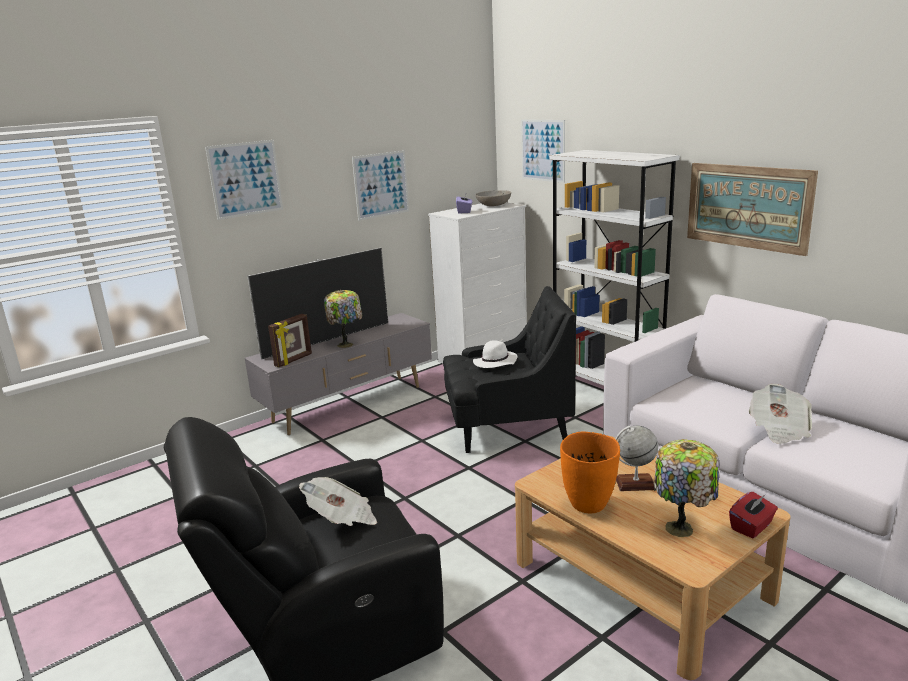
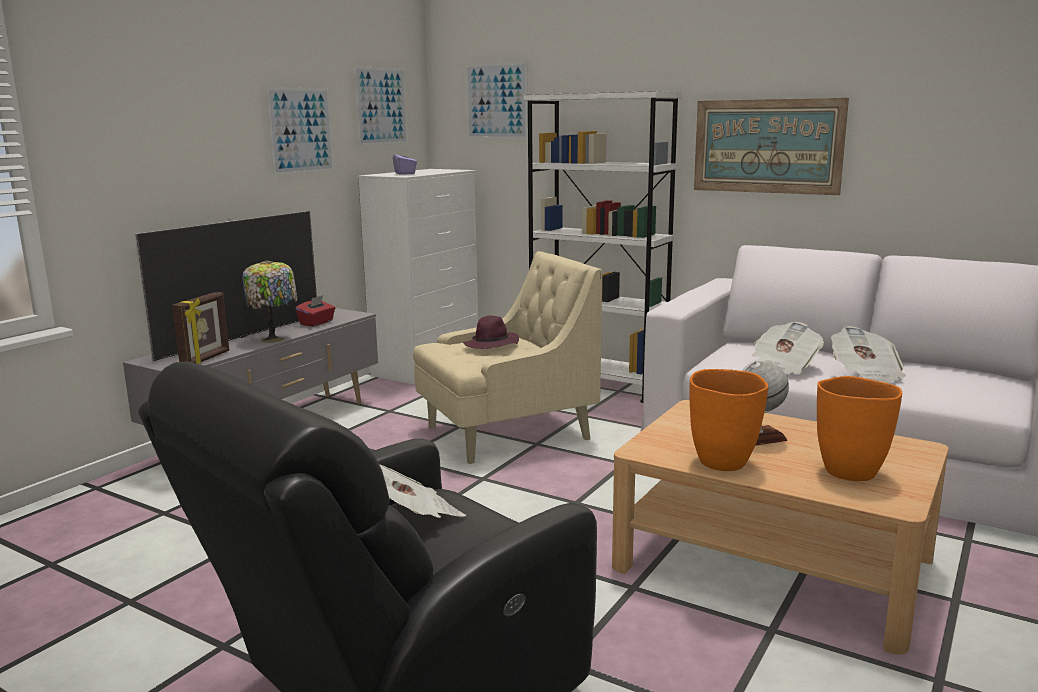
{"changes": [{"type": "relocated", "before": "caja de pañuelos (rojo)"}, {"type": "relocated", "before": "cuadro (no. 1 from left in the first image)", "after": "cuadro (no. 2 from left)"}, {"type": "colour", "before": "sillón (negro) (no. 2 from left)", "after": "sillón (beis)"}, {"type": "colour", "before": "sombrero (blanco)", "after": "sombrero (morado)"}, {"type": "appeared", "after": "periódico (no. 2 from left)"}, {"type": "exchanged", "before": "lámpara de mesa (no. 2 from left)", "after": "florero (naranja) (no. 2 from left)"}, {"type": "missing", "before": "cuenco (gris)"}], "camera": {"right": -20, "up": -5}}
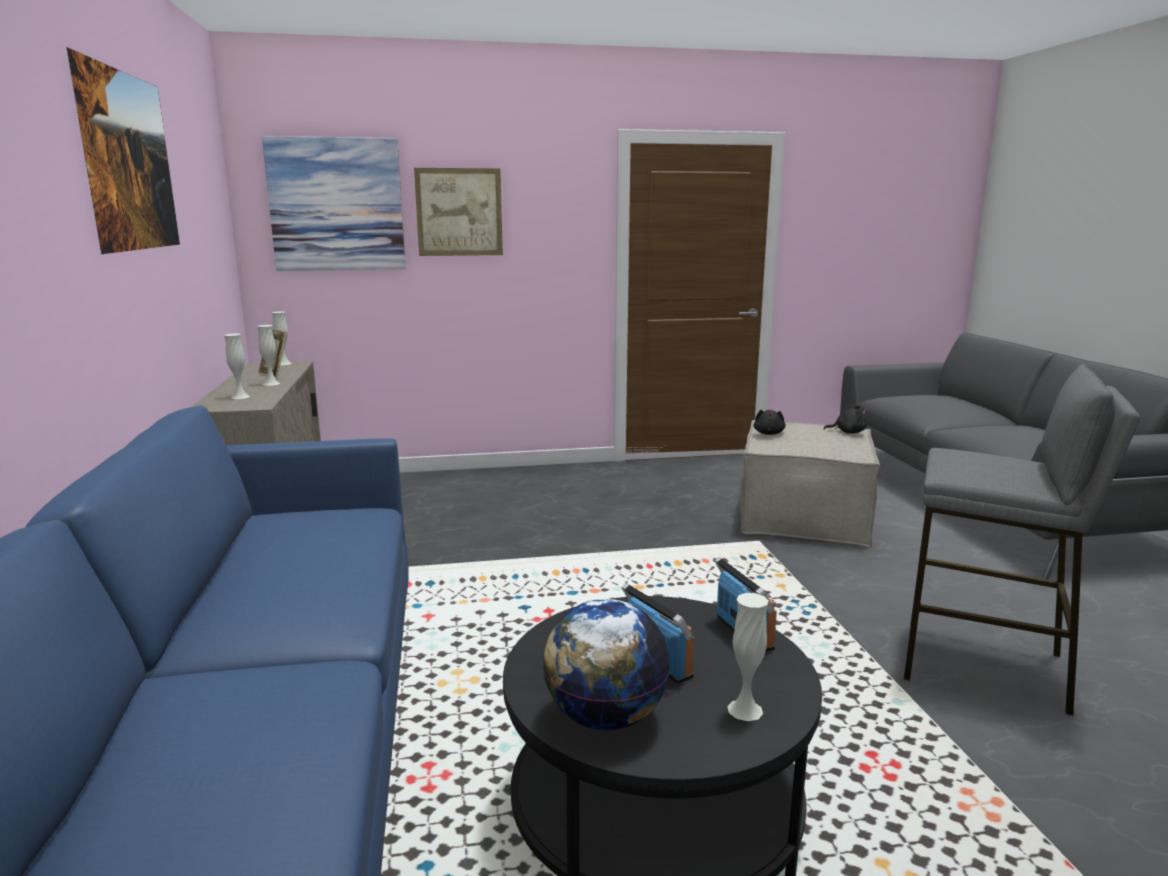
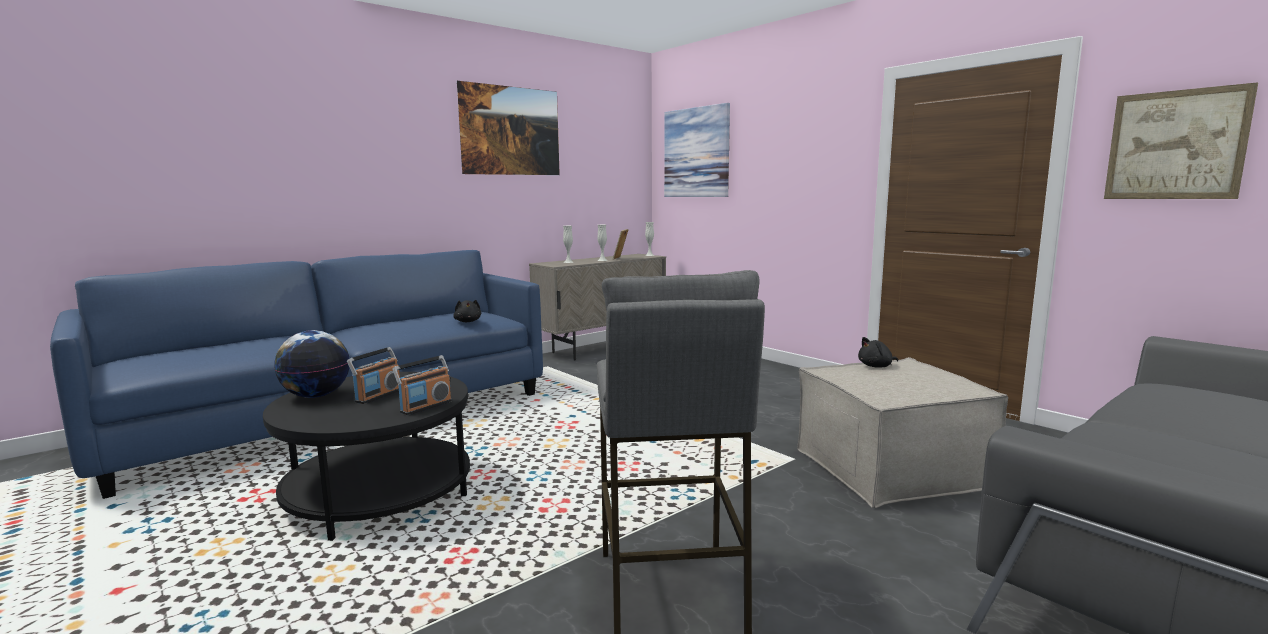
{"changes": [{"type": "relocated", "before": "peluche (negro) (no. 2 from left in the first image)", "after": "peluche (negro) (no. 1 from left)"}, {"type": "relocated", "before": "cuadro (no. 3 from left)"}, {"type": "missing", "before": "florero (blanco) (no. 4 from left)"}], "camera": {"right": 60, "up": -5}}
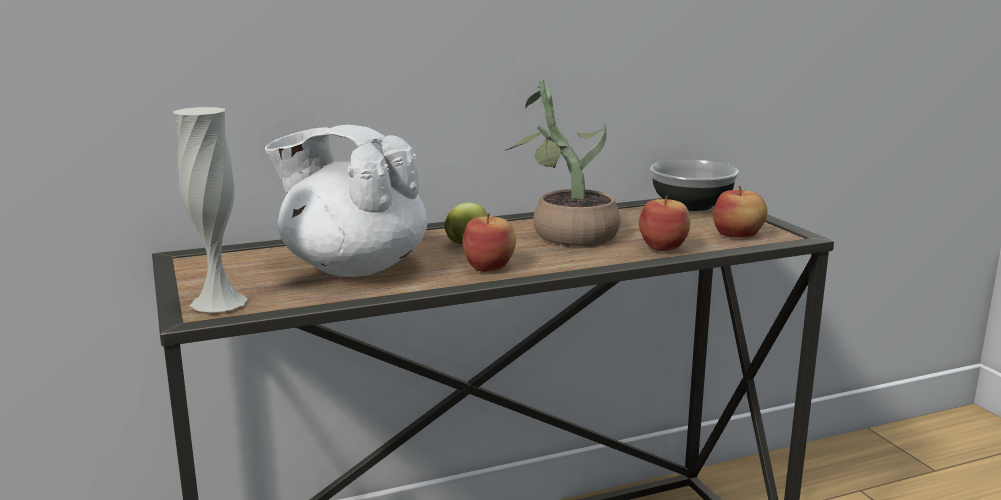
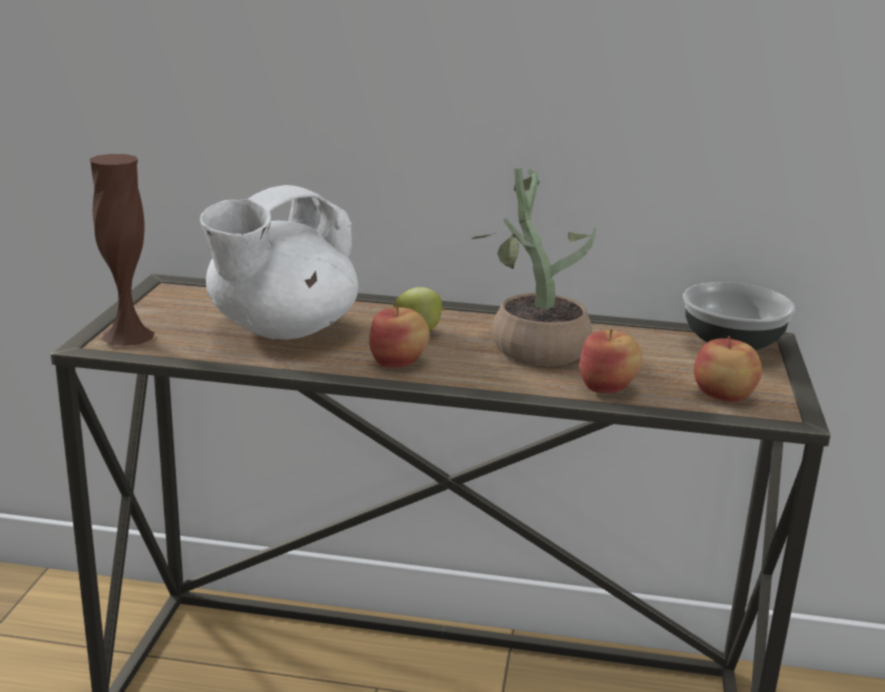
{"changes": [{"type": "colour", "before": "florero (blanco)", "after": "florero (marrón)"}, {"type": "spun", "before": "tetera (blanco)", "turn": -105}], "camera": {"right": 30, "up": 5}}
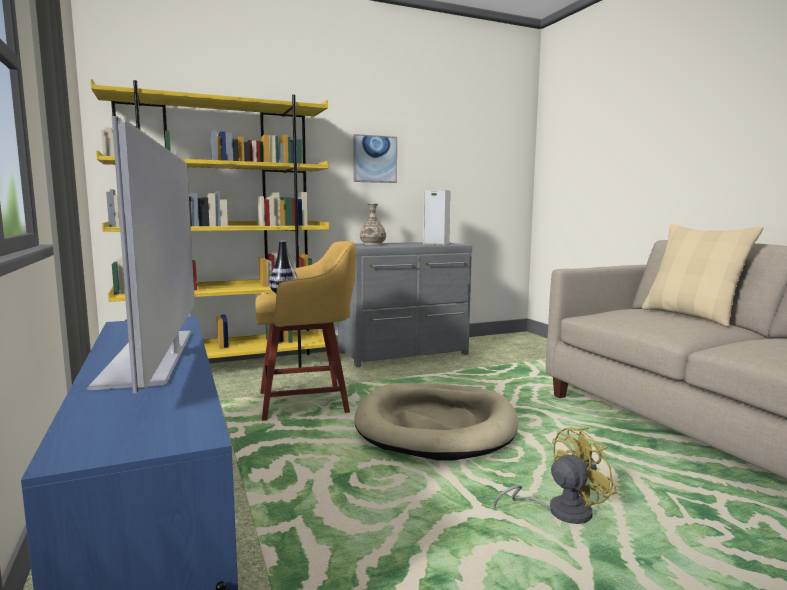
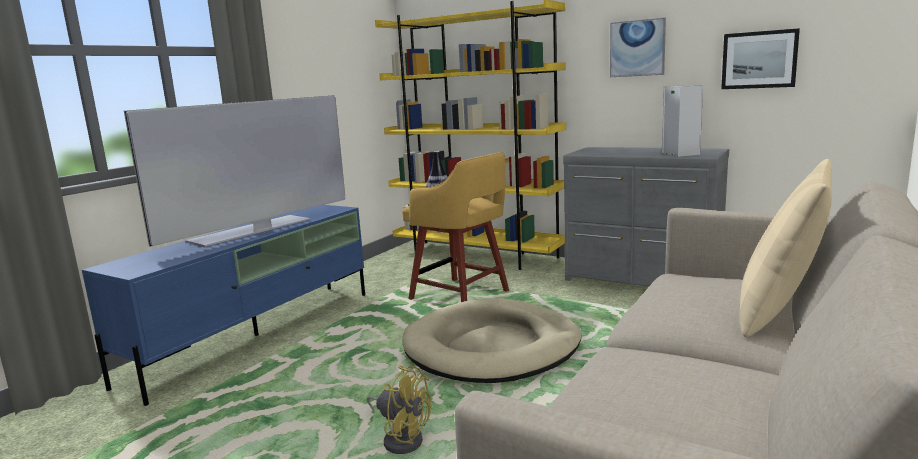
{"changes": [{"type": "appeared", "after": "cuadro (no. 2 from left)"}, {"type": "missing", "before": "florero (no. 2 from left)"}], "camera": {"right": 55, "up": 5}}
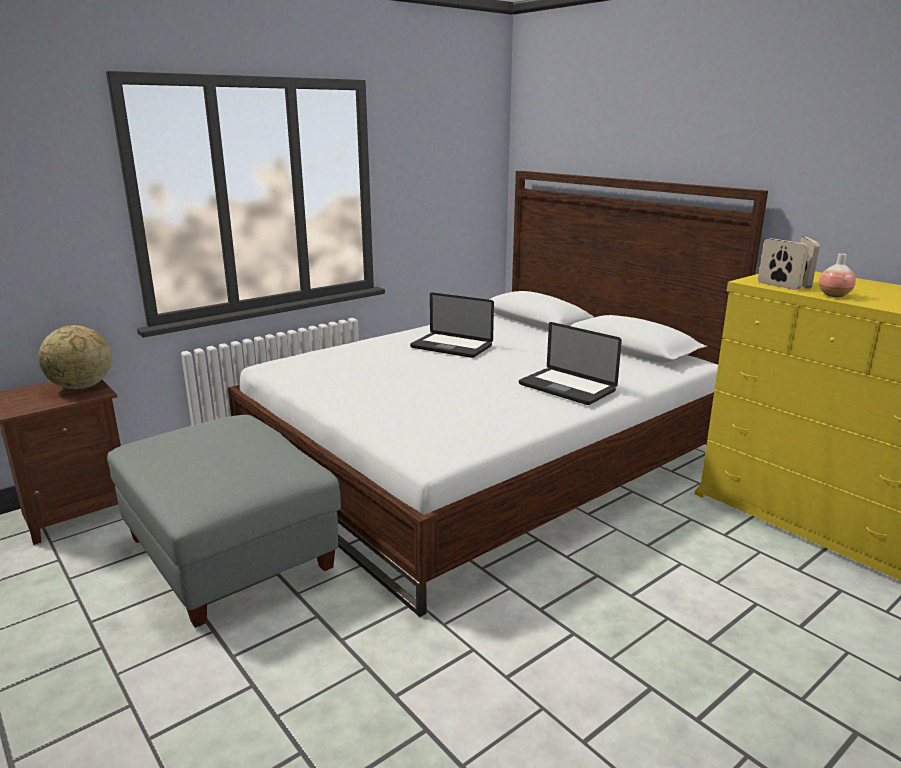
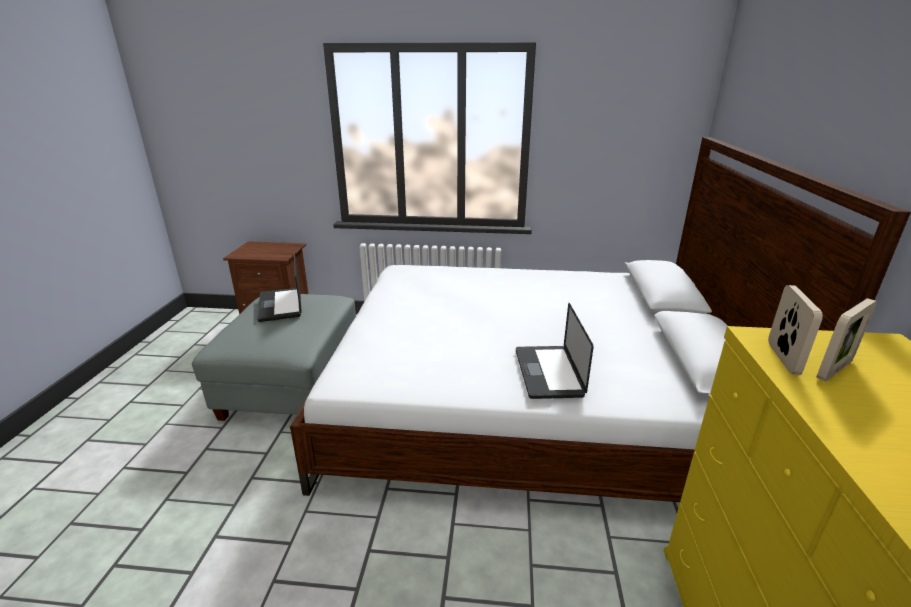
{"changes": [{"type": "relocated", "before": "portátil (no. 1 from left)"}, {"type": "missing", "before": "globo terráqueo"}, {"type": "missing", "before": "florero"}], "camera": {"right": 45, "up": 5}}
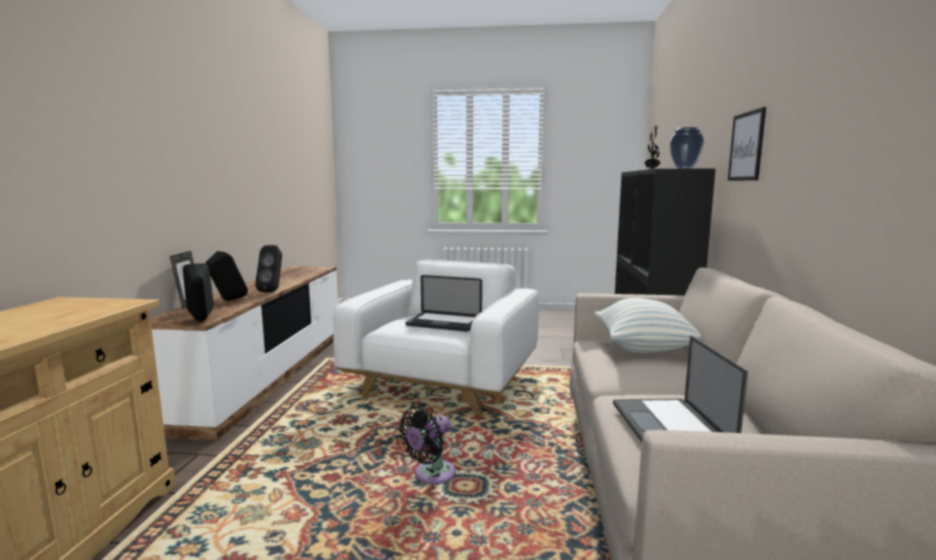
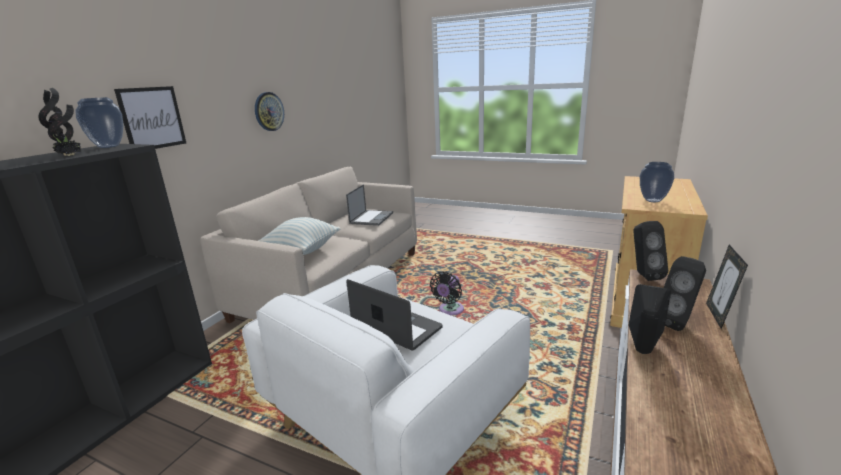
{"changes": [{"type": "appeared", "after": "reloj de pared"}, {"type": "spun", "before": "ventilador (negro)", "turn": 150}, {"type": "appeared", "after": "florero (no. 2 from left)"}], "camera": {"right": -160, "up": 10}}
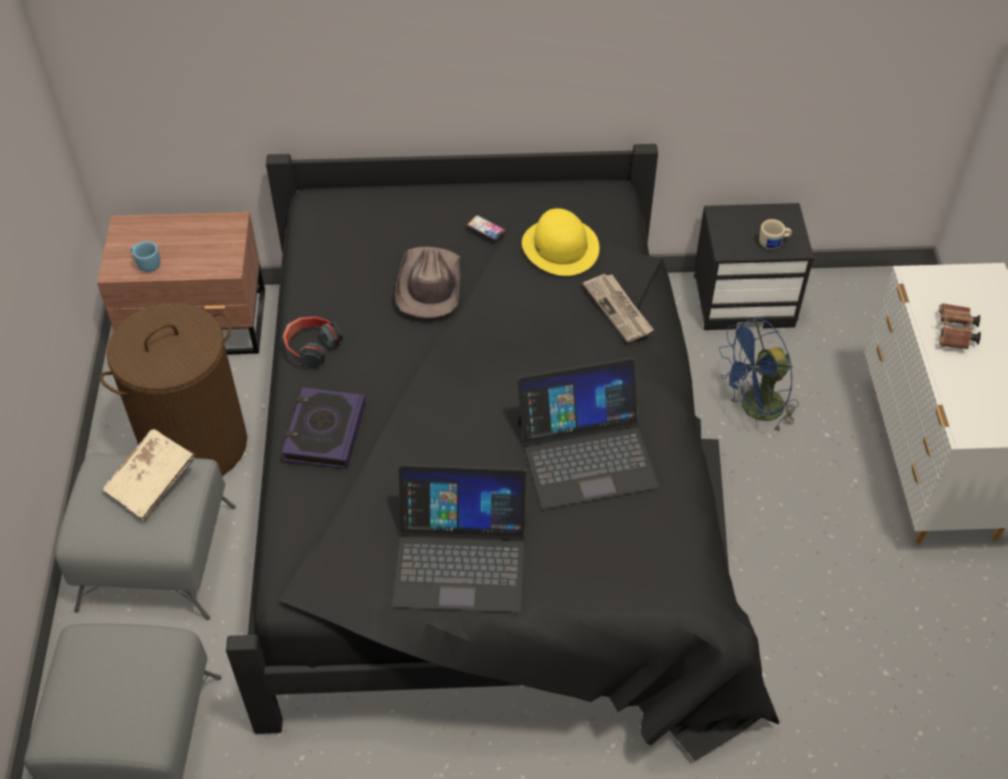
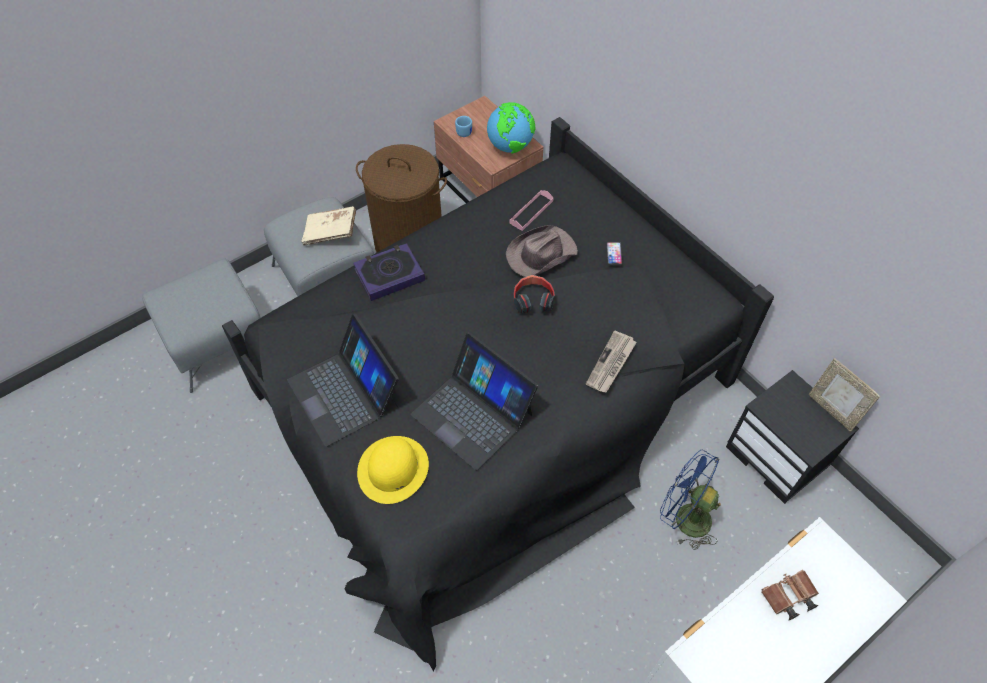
{"changes": [{"type": "relocated", "before": "sombrero (amarillo)"}, {"type": "appeared", "after": "globo terráqueo"}, {"type": "appeared", "after": "bandeja (rosa)"}, {"type": "relocated", "before": "auriculares"}, {"type": "appeared", "after": "portarretratos"}, {"type": "missing", "before": "taza grande (beis)"}], "camera": {"right": 55, "up": 5}}
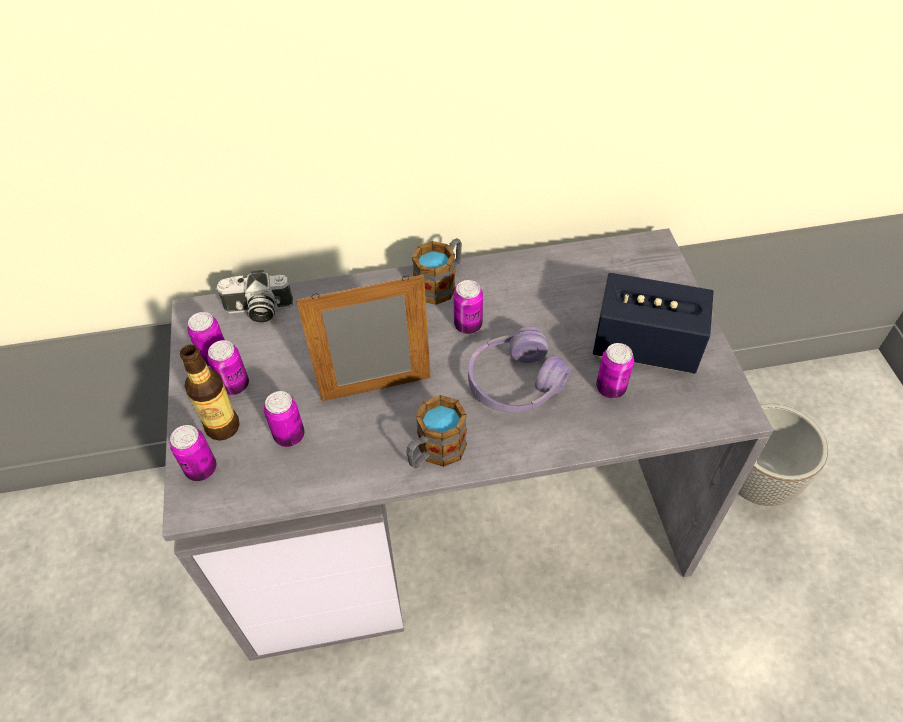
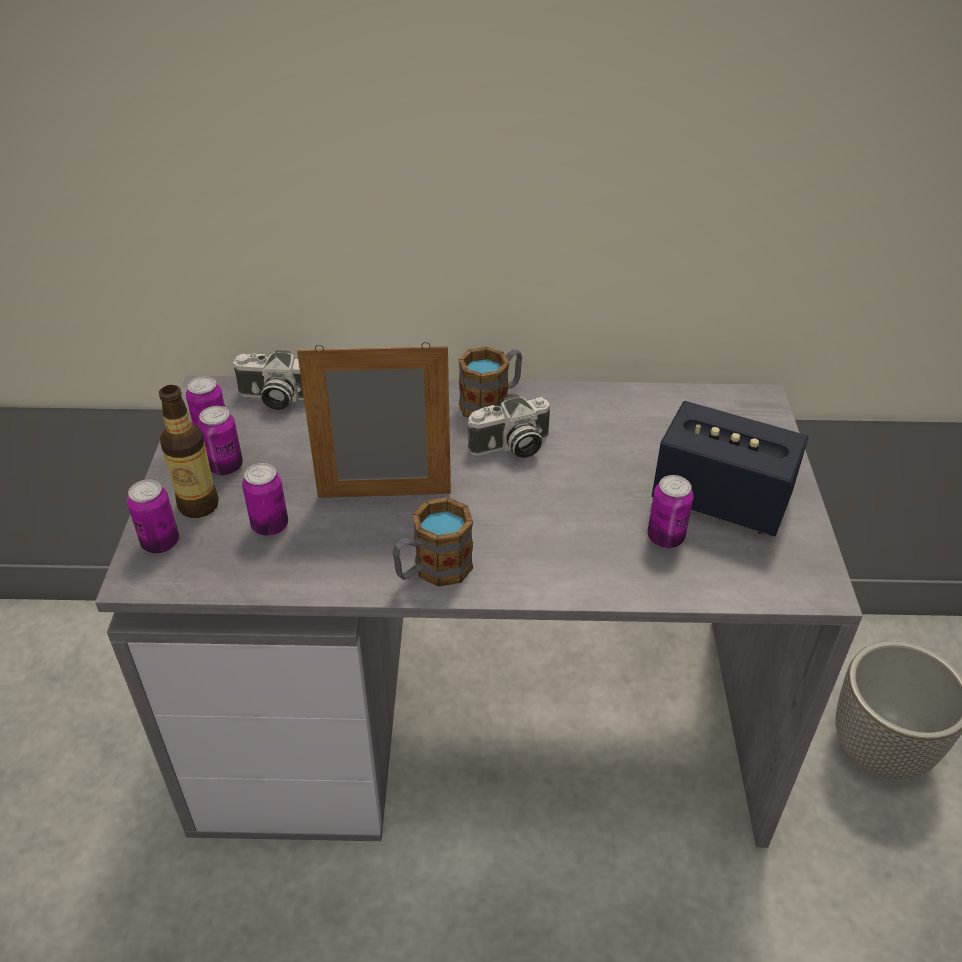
{"changes": [{"type": "exchanged", "before": "lata (no. 5 from left)", "after": "cámara (no. 2 from left)"}, {"type": "missing", "before": "auriculares (morado)"}], "camera": {"right": 10, "up": -10}}
